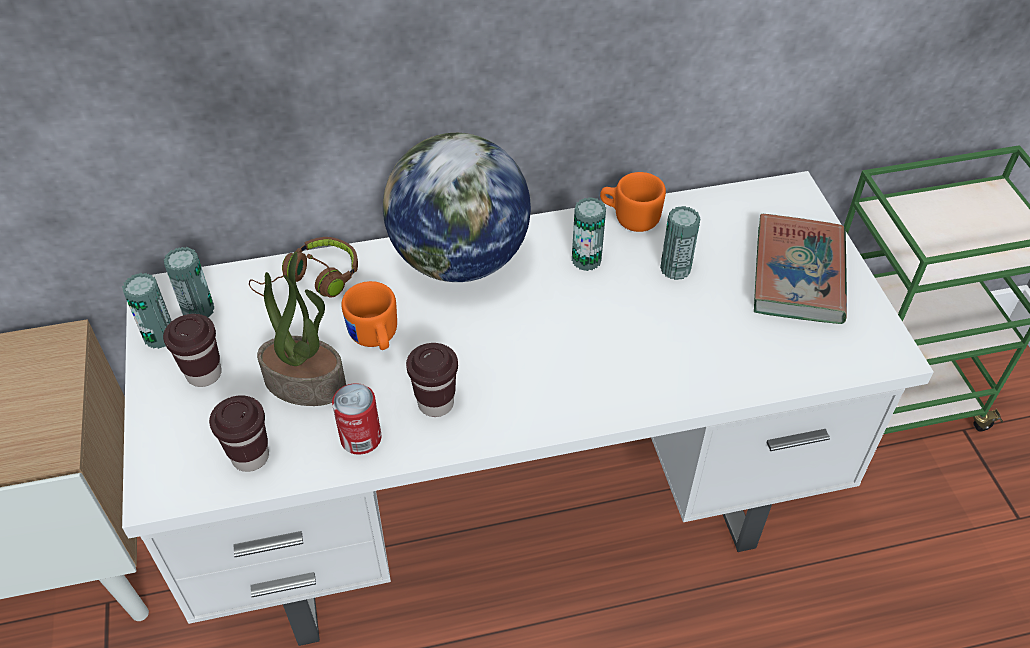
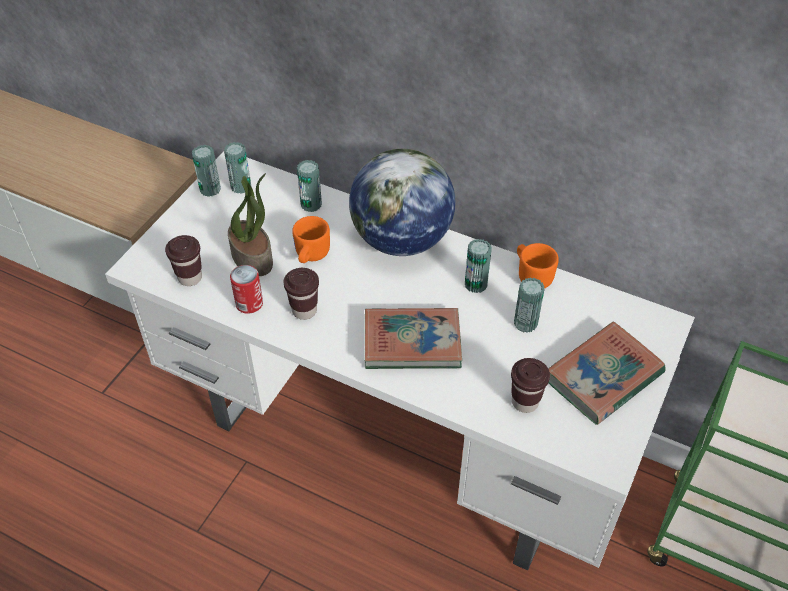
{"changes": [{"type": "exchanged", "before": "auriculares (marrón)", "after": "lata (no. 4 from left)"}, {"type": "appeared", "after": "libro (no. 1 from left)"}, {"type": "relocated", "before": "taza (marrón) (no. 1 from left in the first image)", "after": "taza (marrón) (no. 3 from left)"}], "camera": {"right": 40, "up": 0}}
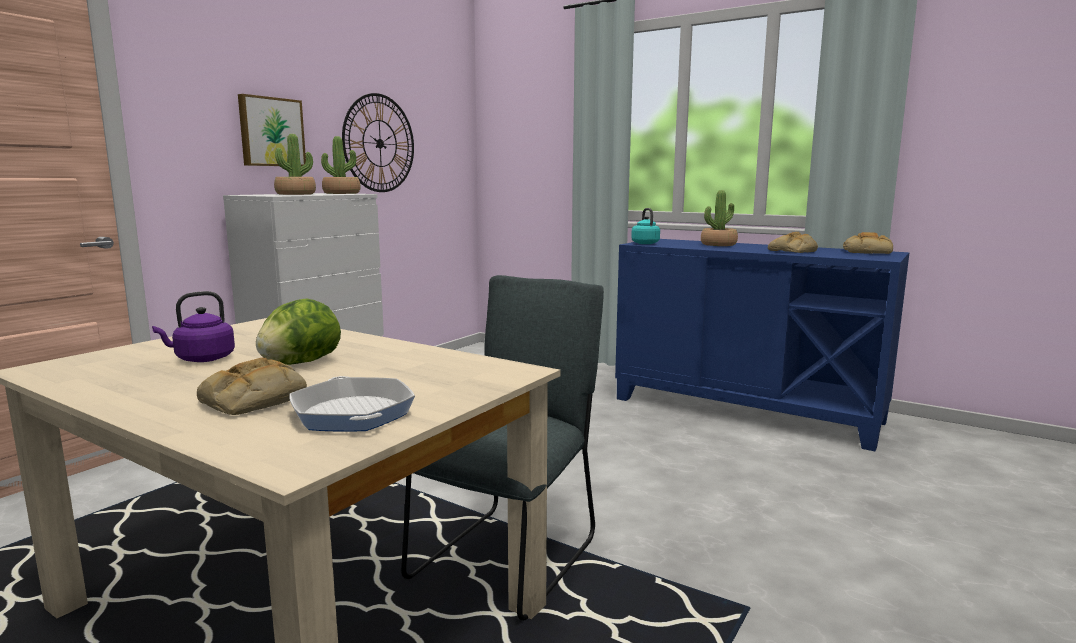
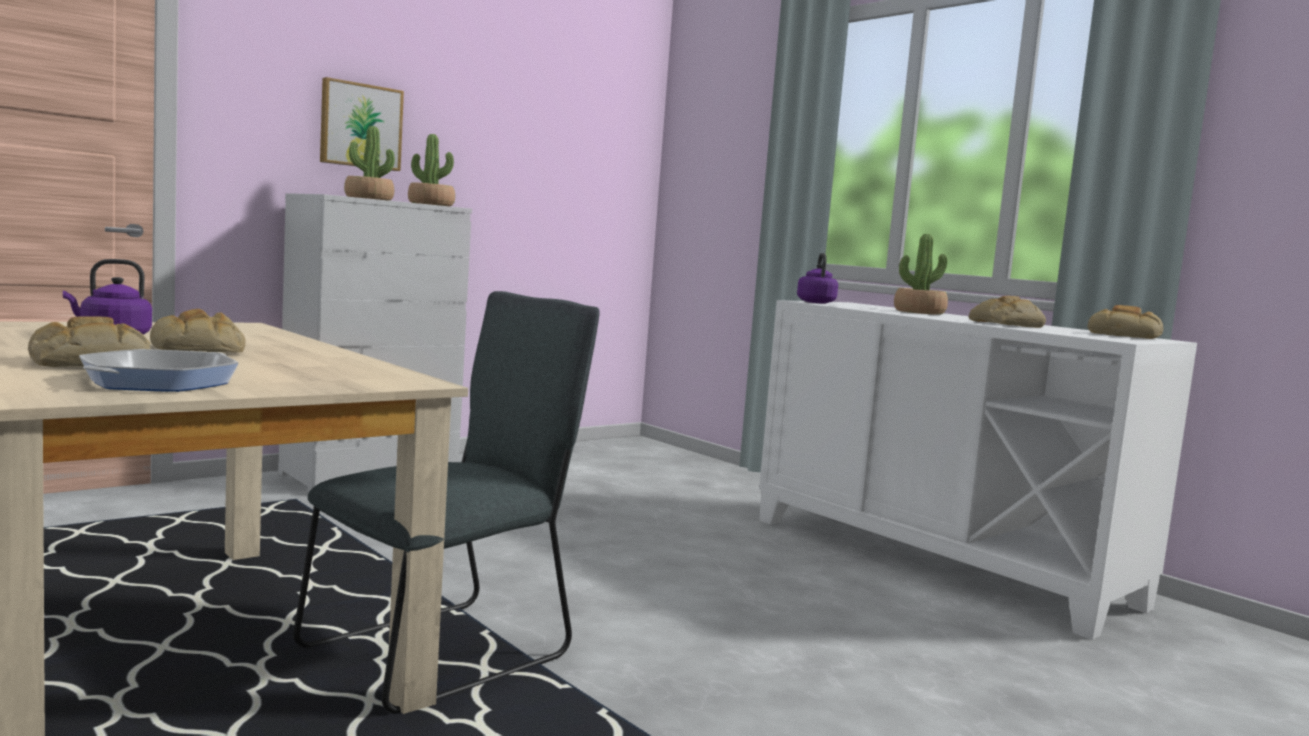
{"changes": [{"type": "spun", "before": "sartén", "turn": -150}, {"type": "exchanged", "before": "lechuga", "after": "pan (no. 2 from left)"}, {"type": "colour", "before": "armario (azul)", "after": "armario (blanco)"}, {"type": "colour", "before": "hervidor (turquesa)", "after": "hervidor (morado) (no. 2 from left)"}, {"type": "missing", "before": "reloj de pared"}], "camera": {"right": 15, "up": -5}}
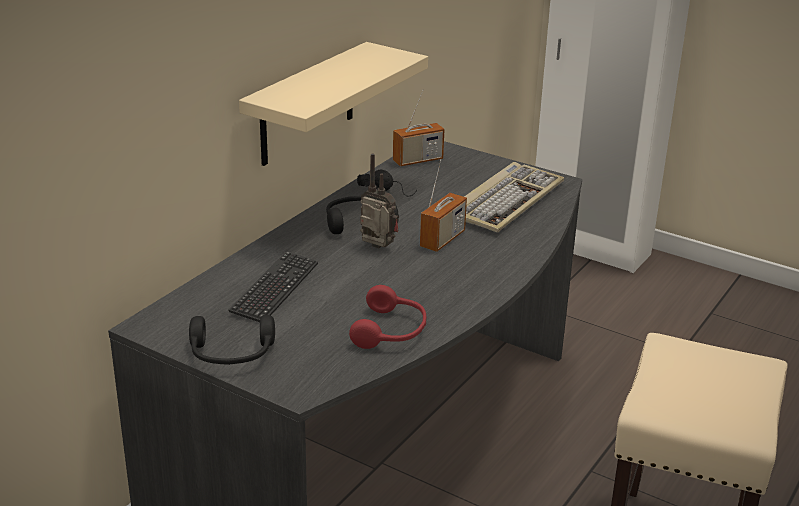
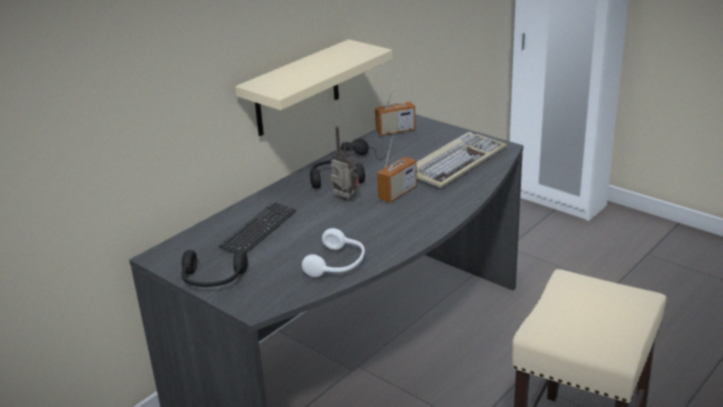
{"changes": [{"type": "colour", "before": "auriculares (rojo)", "after": "auriculares (blanco)"}], "camera": {"right": 10, "up": 0}}
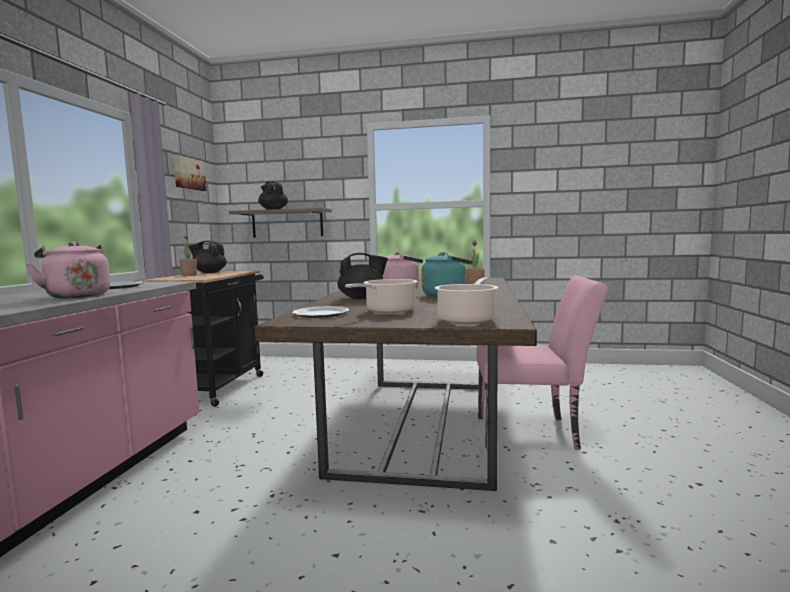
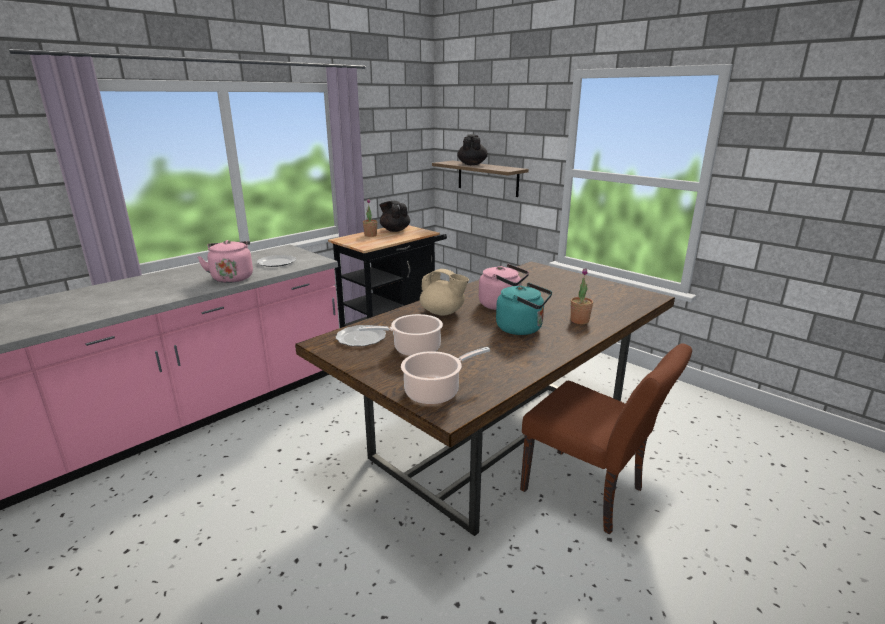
{"changes": [{"type": "colour", "before": "tetera (negro) (no. 3 from left)", "after": "tetera (beis)"}, {"type": "colour", "before": "silla (rosa)", "after": "silla (marrón)"}, {"type": "missing", "before": "cuadro"}], "camera": {"right": 35, "up": 15}}
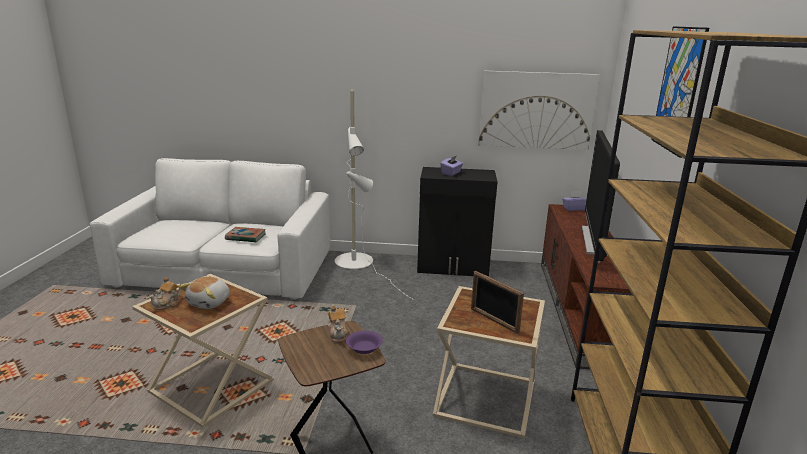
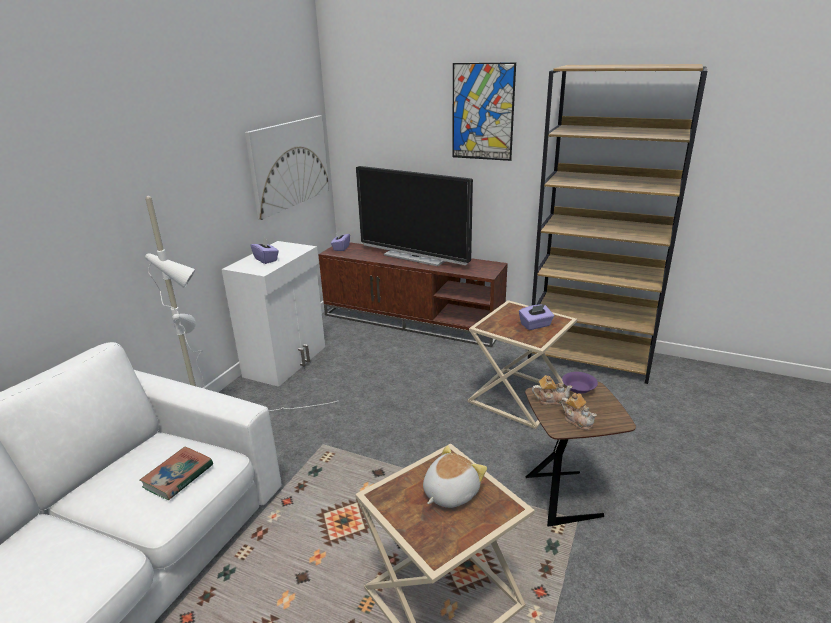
{"changes": [{"type": "colour", "before": "armario (negro)", "after": "armario (blanco)"}, {"type": "spun", "before": "peluche", "turn": -90}, {"type": "exchanged", "before": "portarretratos", "after": "caja de pañuelos (morado) (no. 3 from left)"}, {"type": "relocated", "before": "tetera (no. 1 from left in the first image)", "after": "tetera (no. 2 from left)"}], "camera": {"right": -70, "up": 5}}
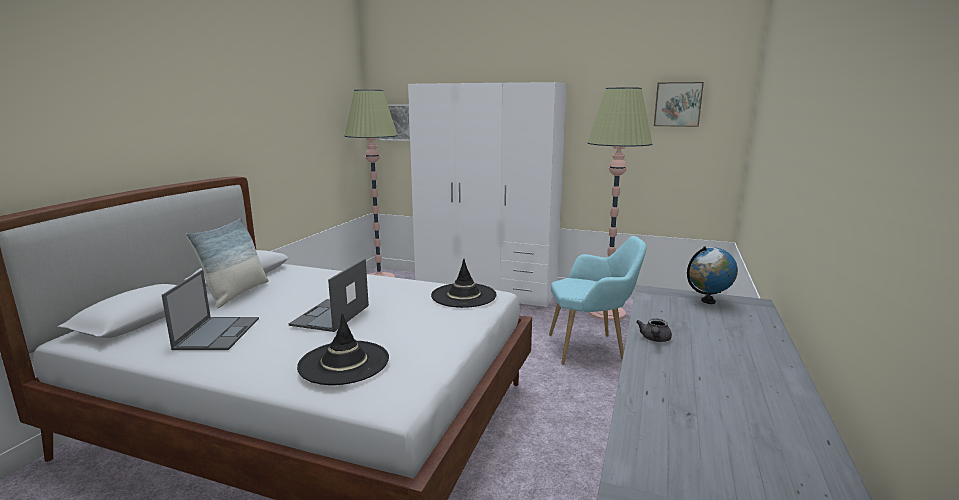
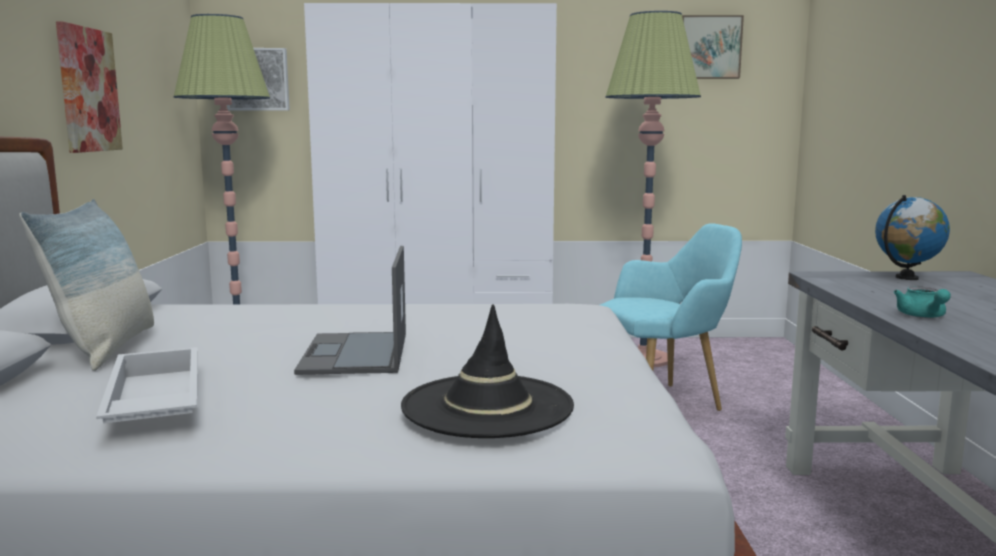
{"changes": [{"type": "appeared", "after": "cuadro (no. 1 from left)"}, {"type": "exchanged", "before": "portátil (no. 1 from left)", "after": "bandeja (blanco)"}, {"type": "colour", "before": "tetera (gris)", "after": "tetera (turquesa)"}, {"type": "missing", "before": "sombrero (negro) (no. 2 from left)"}], "camera": {"right": -20, "up": -5}}
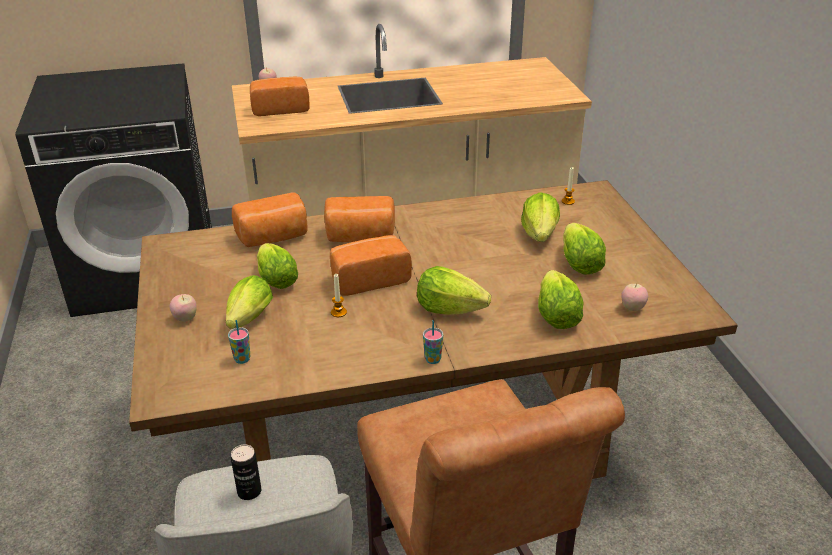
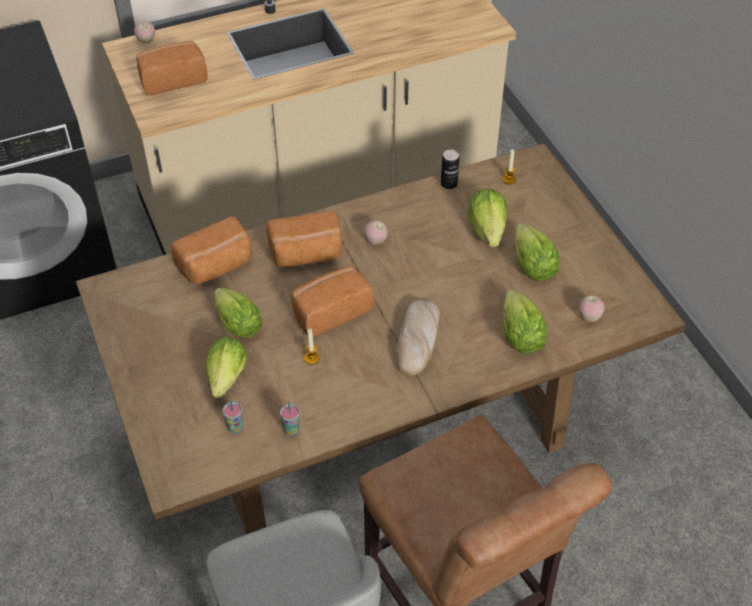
{"changes": [{"type": "relocated", "before": "taza (no. 2 from left)"}, {"type": "relocated", "before": "manzana (no. 1 from left in the first image)", "after": "manzana (no. 2 from left)"}, {"type": "exchanged", "before": "lechuga (no. 3 from left)", "after": "pan (no. 5 from left)"}, {"type": "relocated", "before": "lata"}], "camera": {"right": -10, "up": 15}}
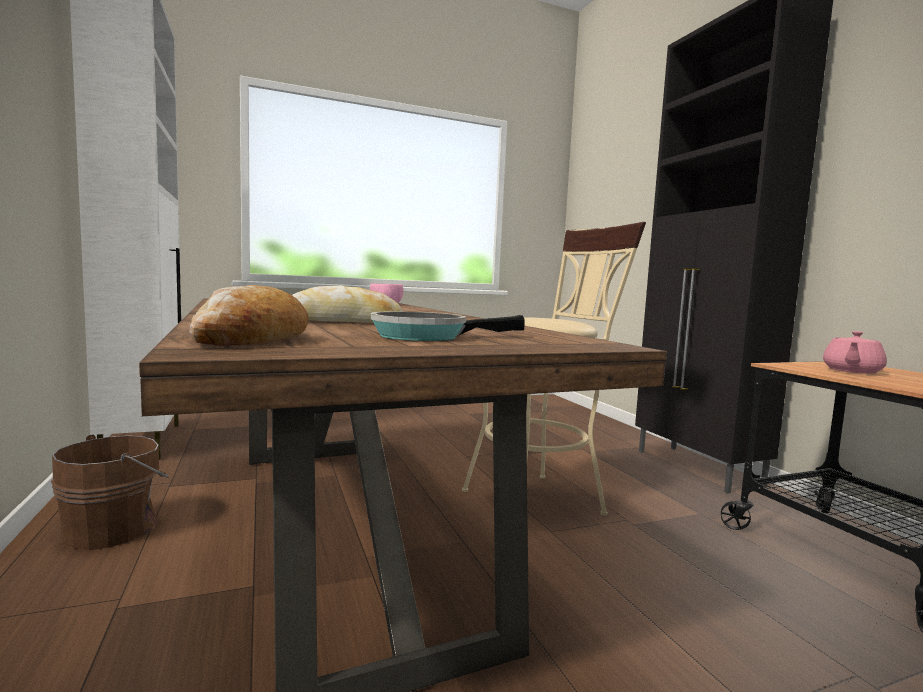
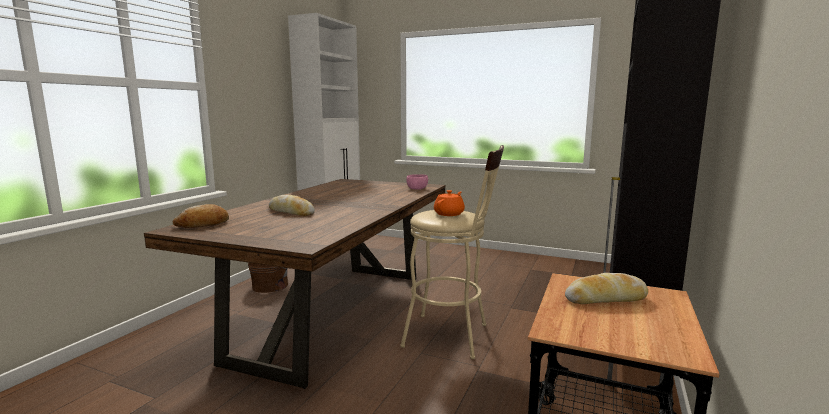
{"changes": [{"type": "appeared", "after": "tetera (naranja)"}, {"type": "exchanged", "before": "tetera (rosa)", "after": "pan (no. 3 from left)"}, {"type": "missing", "before": "sartén"}], "camera": {"right": 45, "up": 5}}
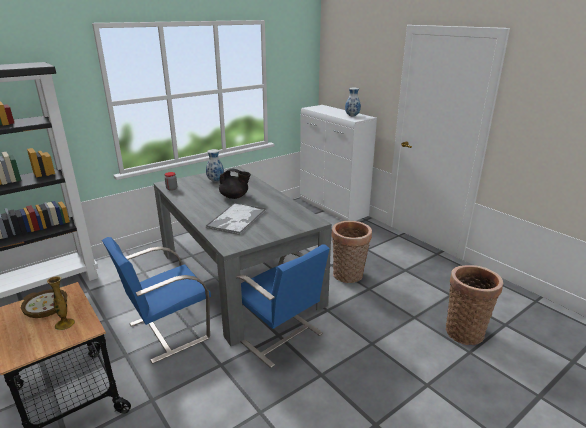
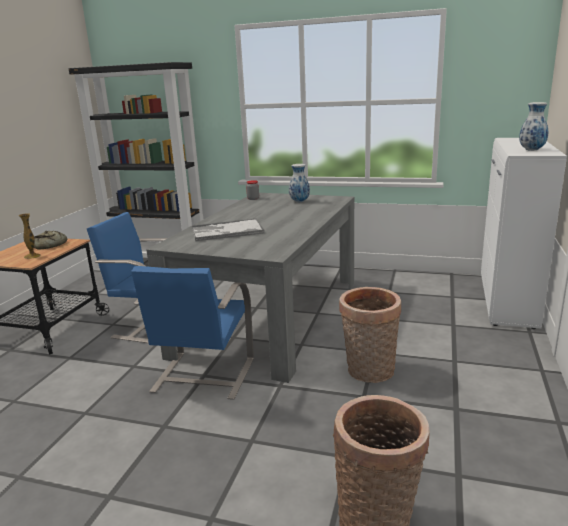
{"changes": [{"type": "exchanged", "before": "cuenco", "after": "pan"}, {"type": "missing", "before": "tetera (negro)"}], "camera": {"right": 55, "up": -5}}
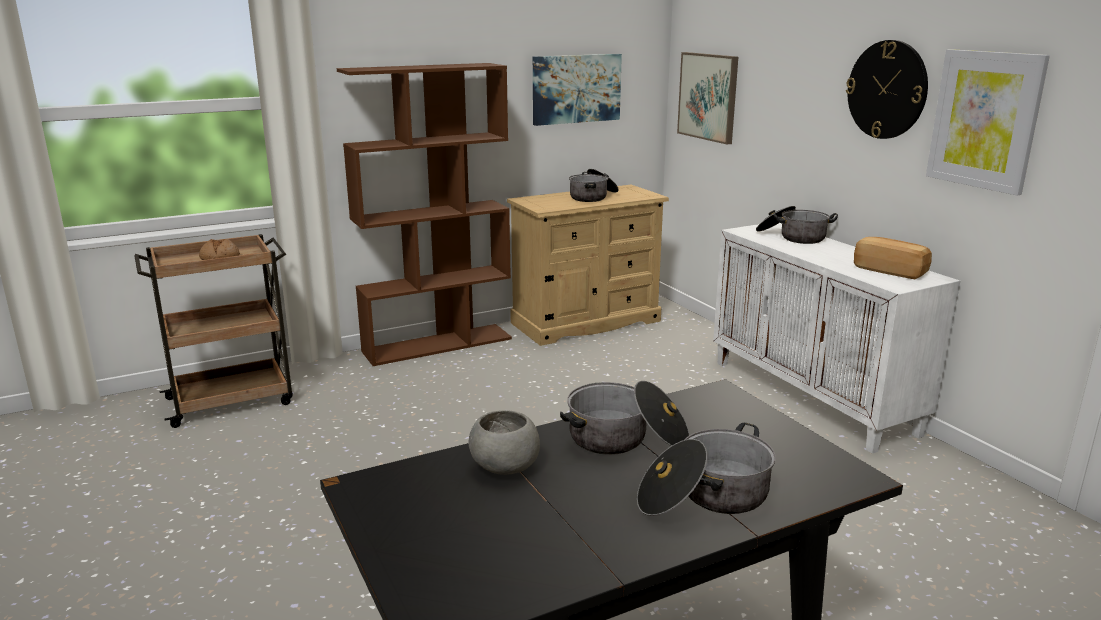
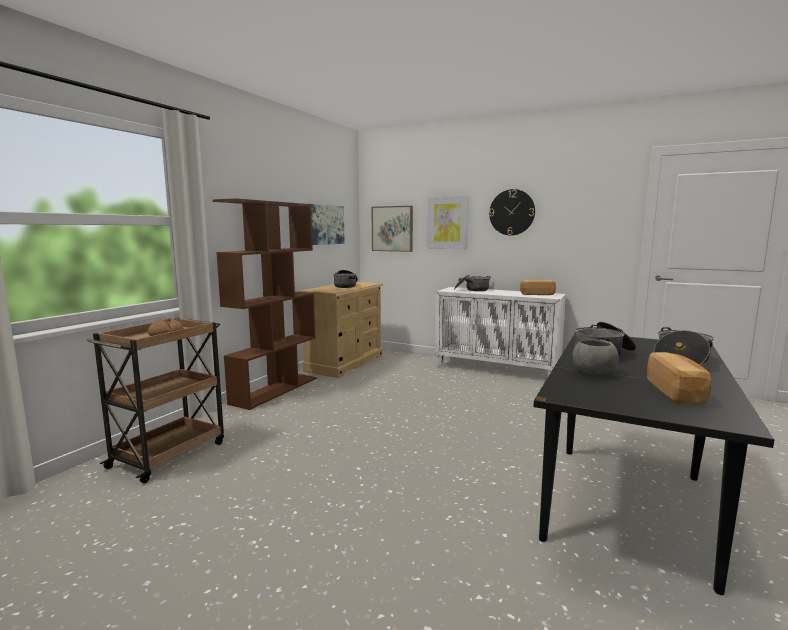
{"changes": [{"type": "relocated", "before": "cuadro (no. 3 from left)"}, {"type": "appeared", "after": "pan (no. 3 from left)"}], "camera": {"right": -35, "up": -10}}
